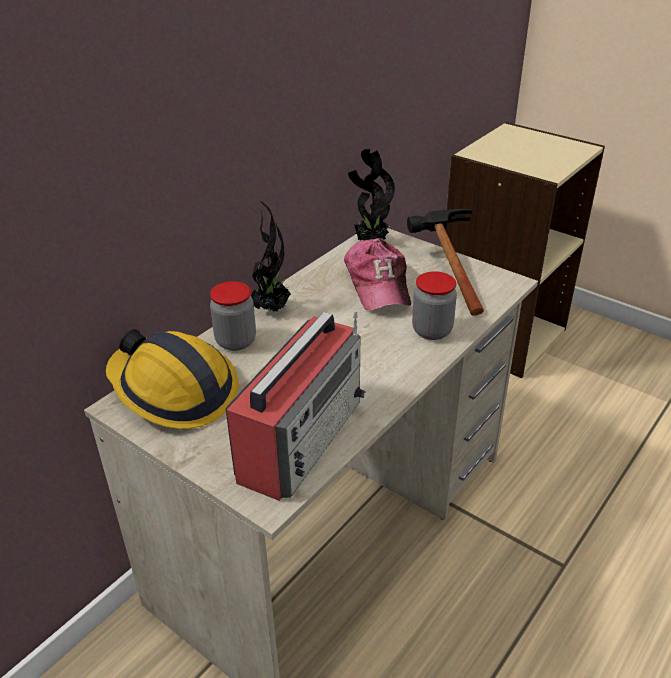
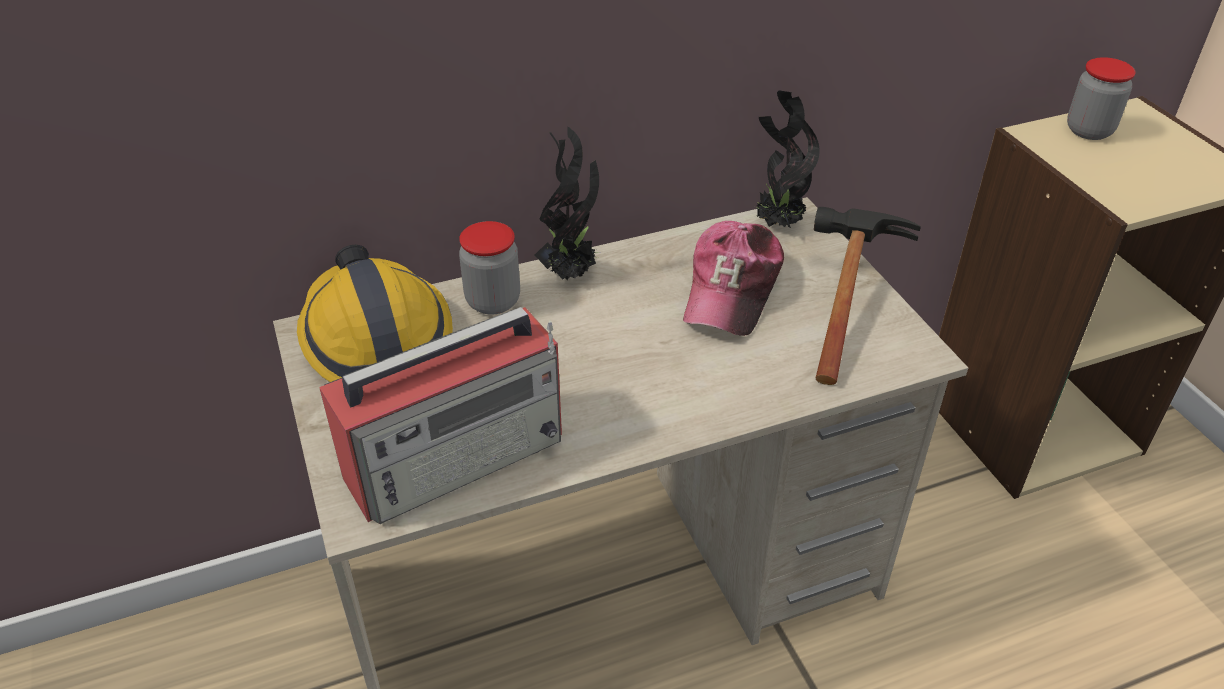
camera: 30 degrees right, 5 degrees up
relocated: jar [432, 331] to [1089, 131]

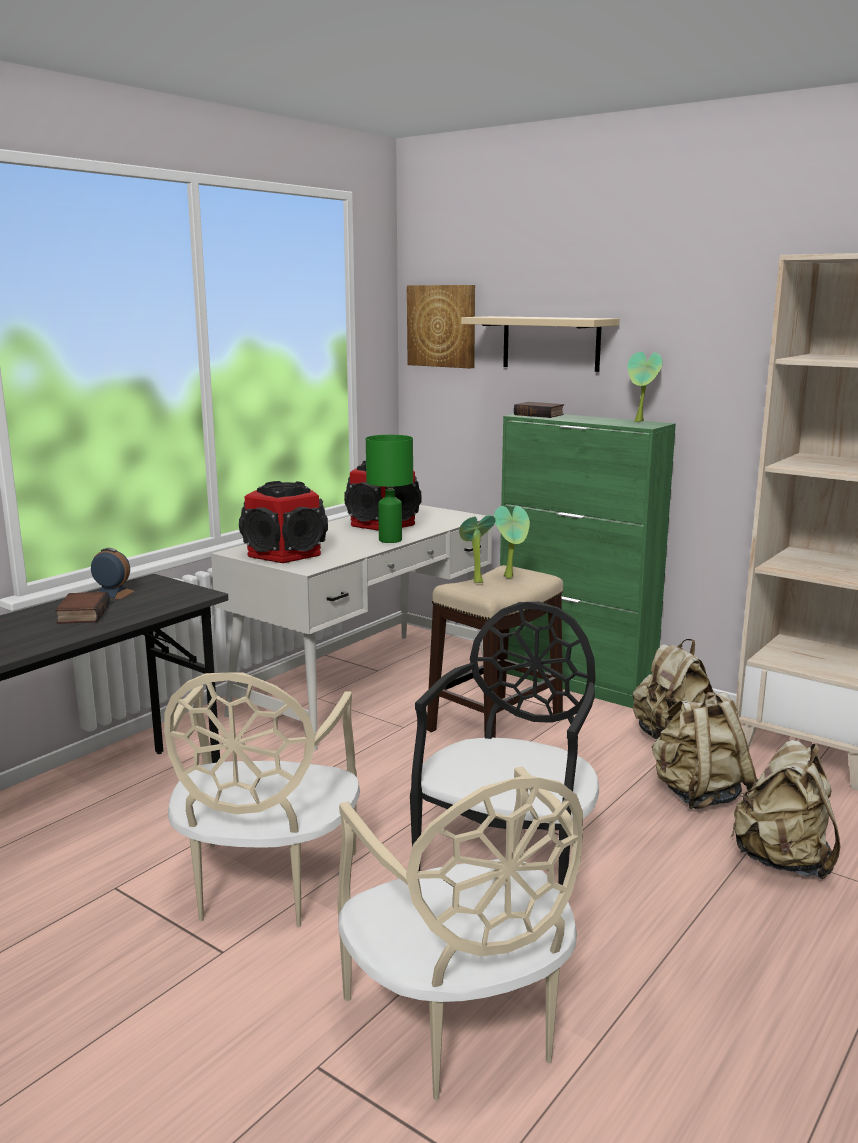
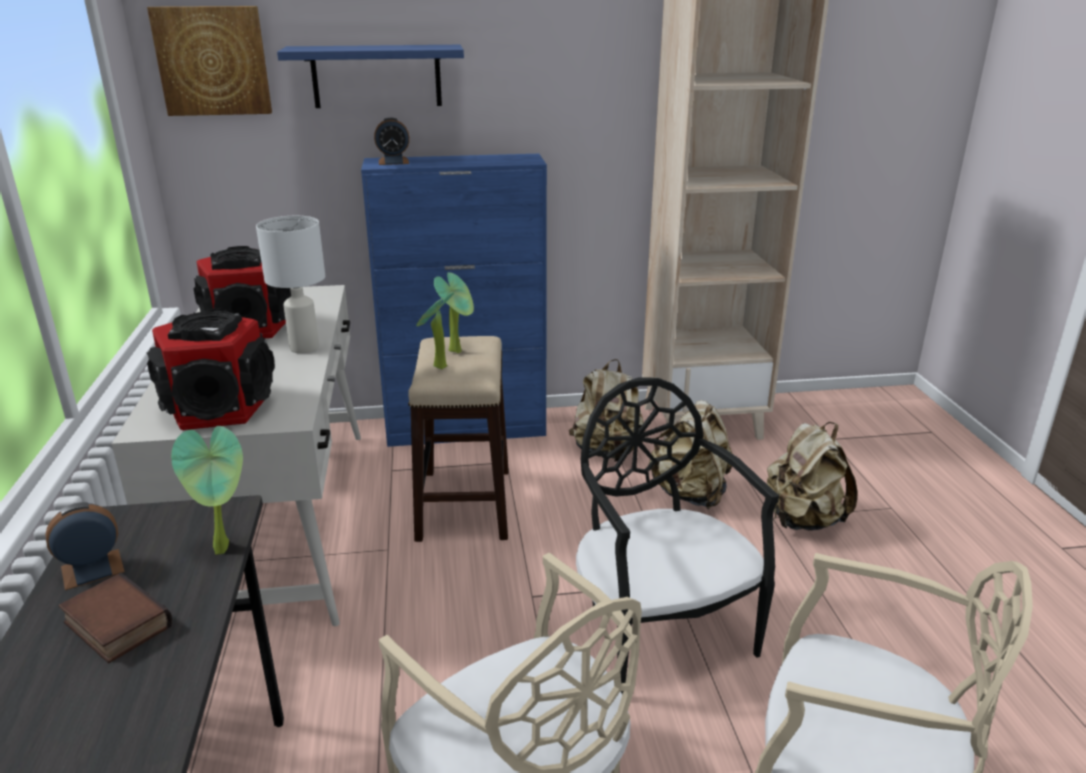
camera: 45 degrees left, 10 degrees up
relocated: potted plant [640, 421] to [225, 549]
exchanged: book [540, 414] to alarm clock [393, 162]
colour: shelf (beige) [551, 343] to shelf (blue) [376, 76]; cabinet (green) [575, 682] to cabinet (blue) [467, 429]; table lamp (green) [390, 540] to table lamp (white) [304, 347]

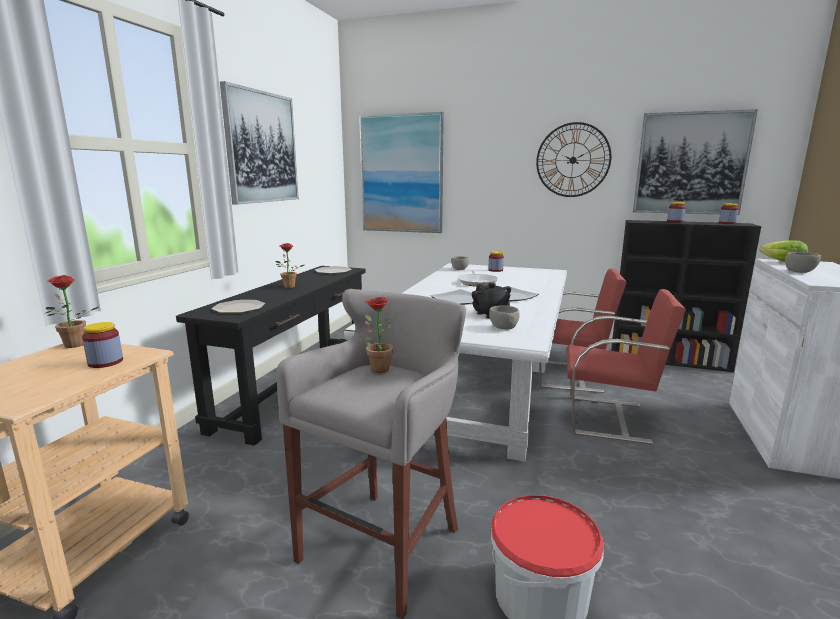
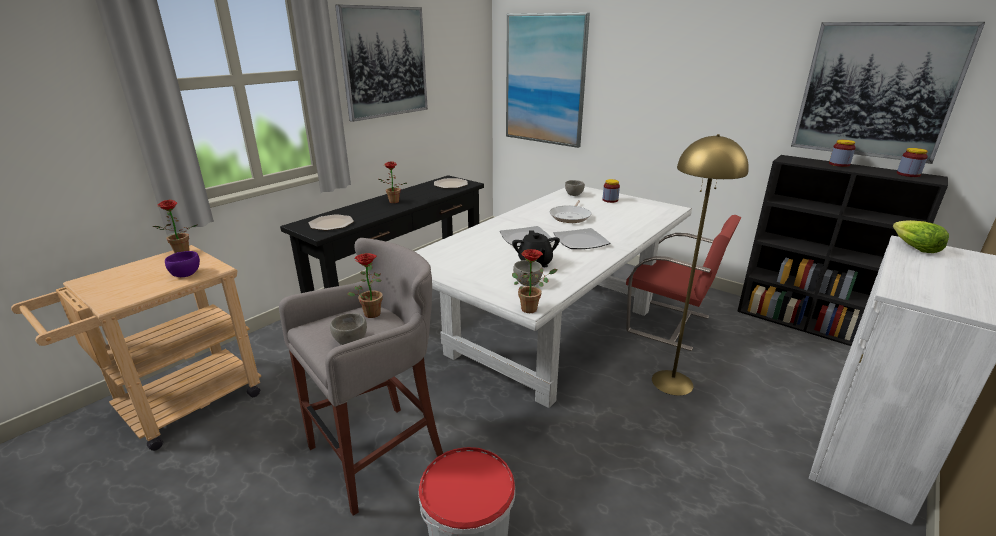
camera: 20 degrees right, 10 degrees up
missing: wall clock [573, 160]
appeared: potted plant [532, 308]
relocated: bowl (grey) [799, 271] to [351, 340]
exchanged: chair (red) [609, 419] to floor lamp (yellow) [672, 382]; jar [105, 362] to bowl (purple) [185, 274]

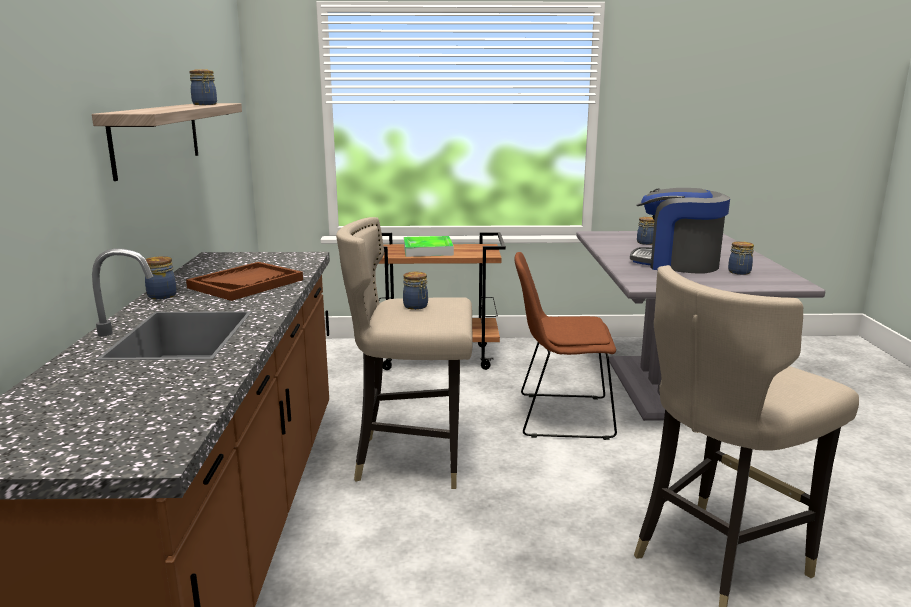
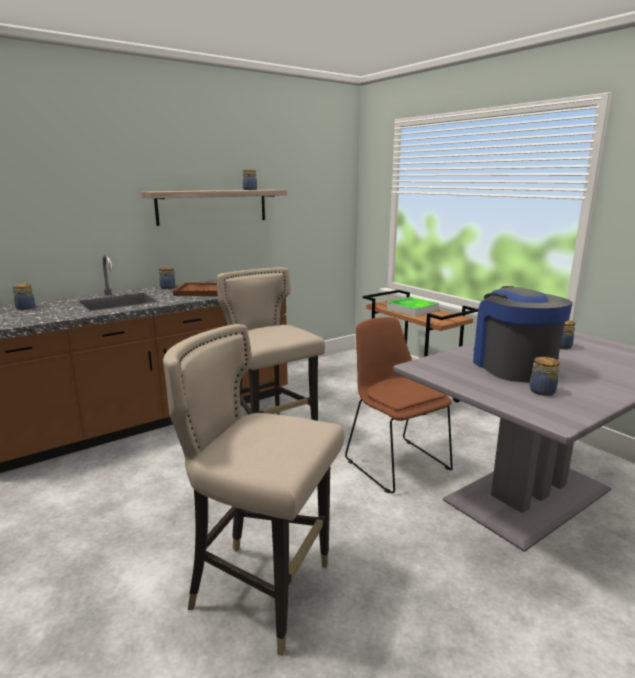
camera: 55 degrees right, 0 degrees up
relocated: jar [416, 306] to [25, 308]

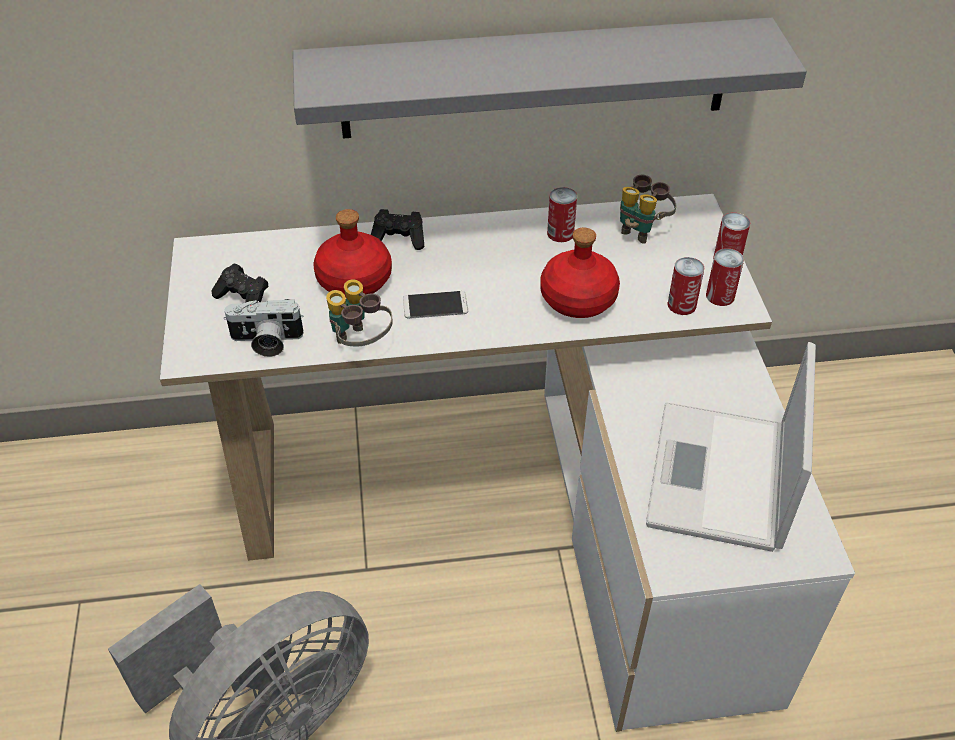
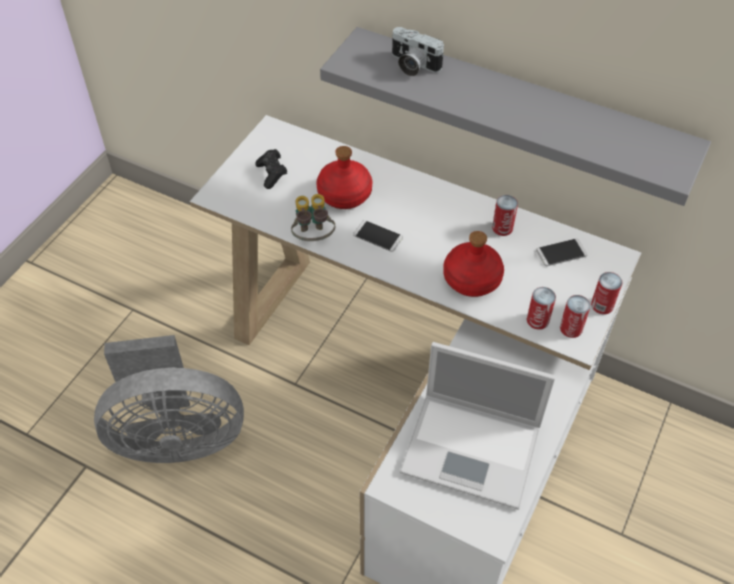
camera: 35 degrees right, 5 degrees up
missing: game controller (black) [399, 239]
relocated: photo camera [266, 342] to [412, 65]
exchanged: binoculars [641, 229] to phone [561, 253]
spun: laptop [720, 479] = [474, 449] 120 degrees counterclockwise

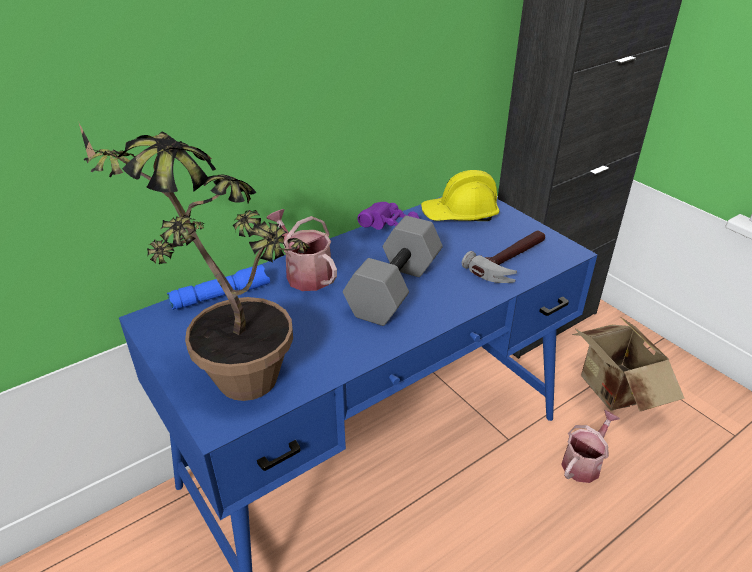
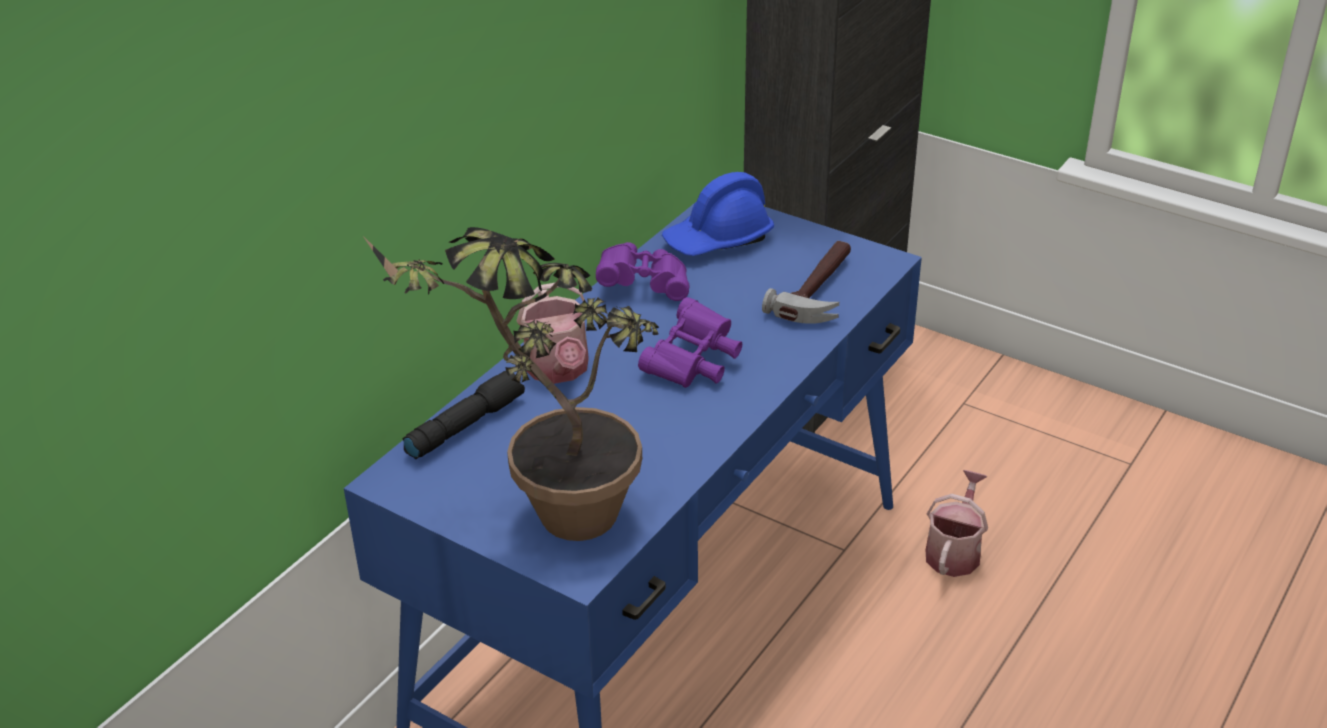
camera: 20 degrees left, 0 degrees up
missing: cardboard box [612, 391]
exchanged: dumbbell (grey) [395, 290] to binoculars (purple) [693, 363]
colour: hard hat (yellow) [460, 214] to hard hat (blue) [718, 239]; flashlight (blue) [221, 295] to flashlight (black) [465, 425]
spun: watering can [305, 273] = [559, 370] 135 degrees counterclockwise

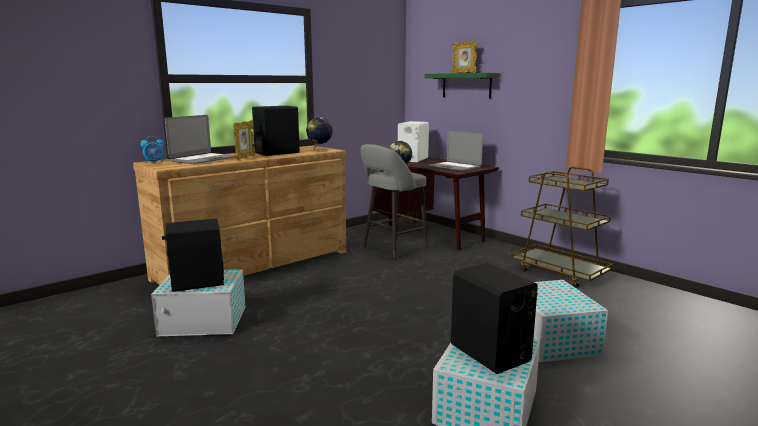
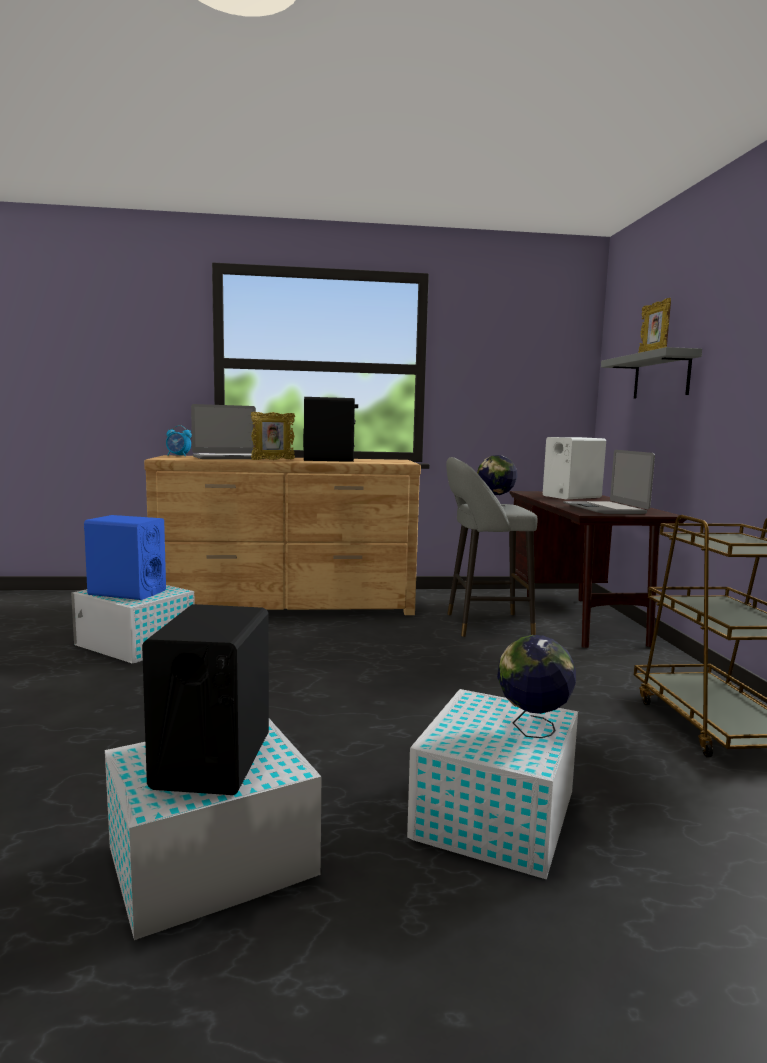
camera: 35 degrees right, 5 degrees down
relocated: globe [320, 151] to [532, 729]
colour: shelf (green) [466, 85] to shelf (grey) [661, 376]; speaker (black) [197, 282] to speaker (blue) [127, 592]

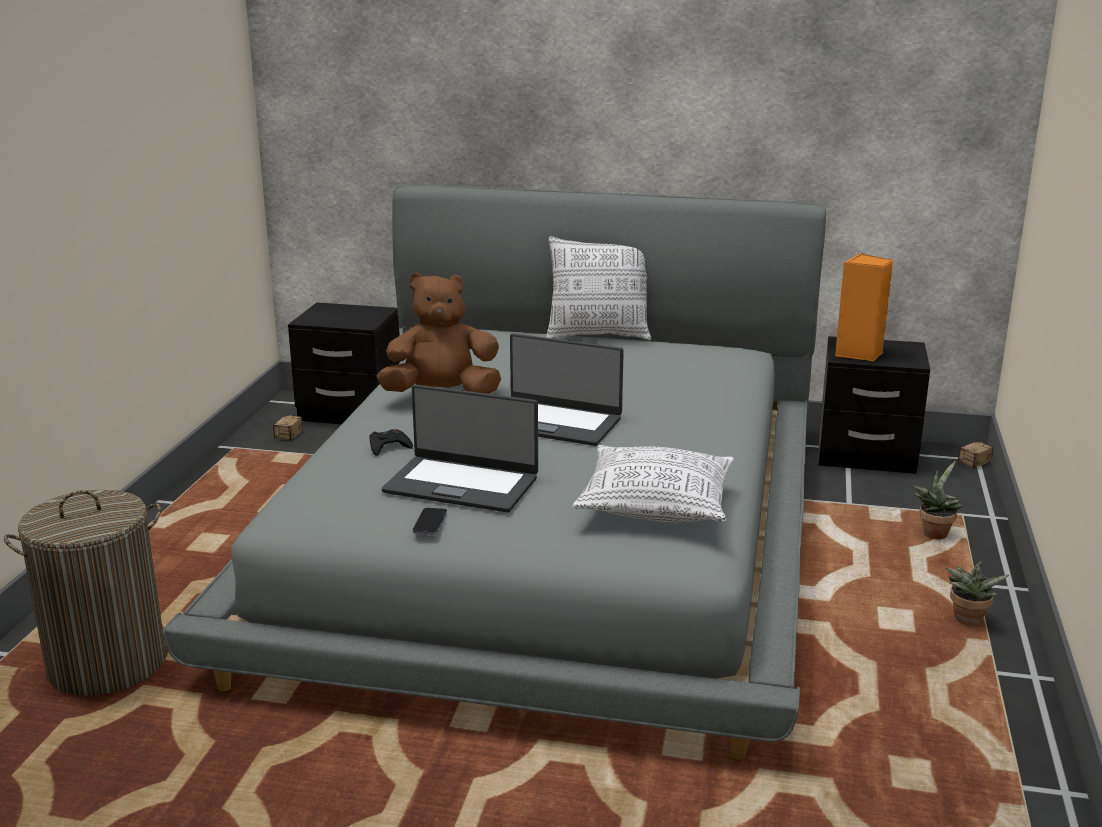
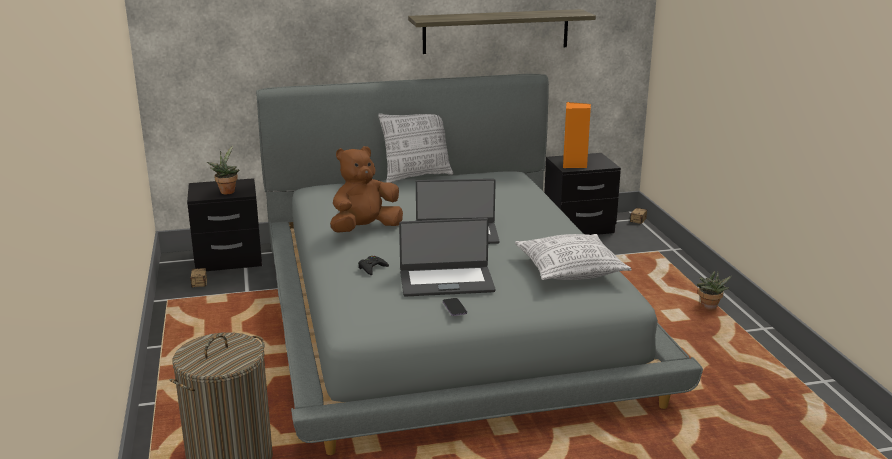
camera: 25 degrees left, 0 degrees up
appeared: shelf [496, 31]
relocated: potted plant [934, 534] to [227, 191]

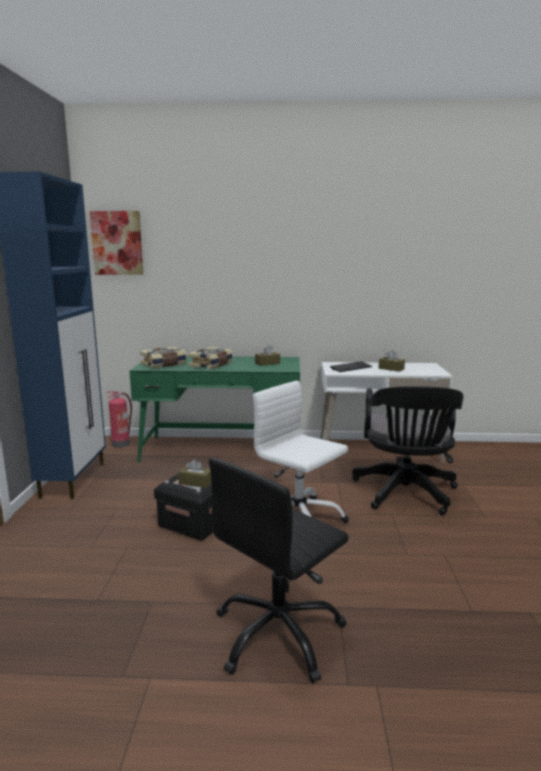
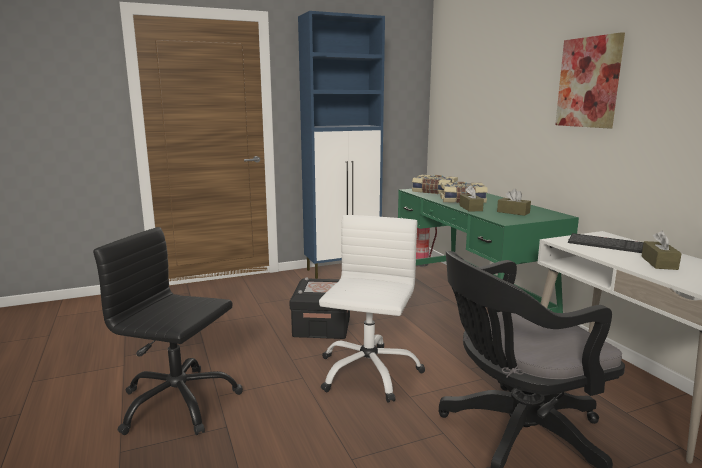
camera: 65 degrees right, 0 degrees up
relocated: picture [117, 243] to [589, 82]; tissue box (brown) [195, 482] to [470, 208]

